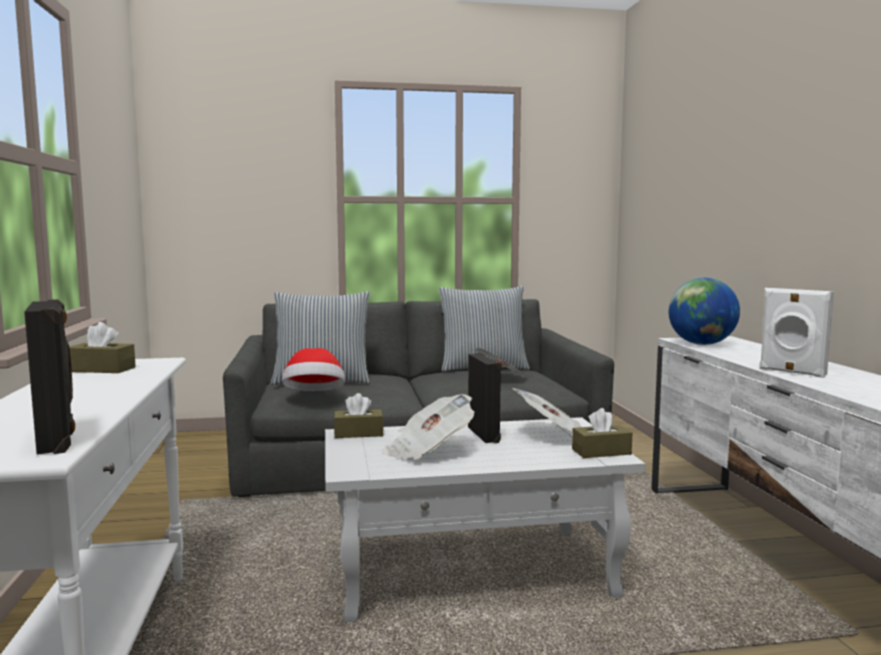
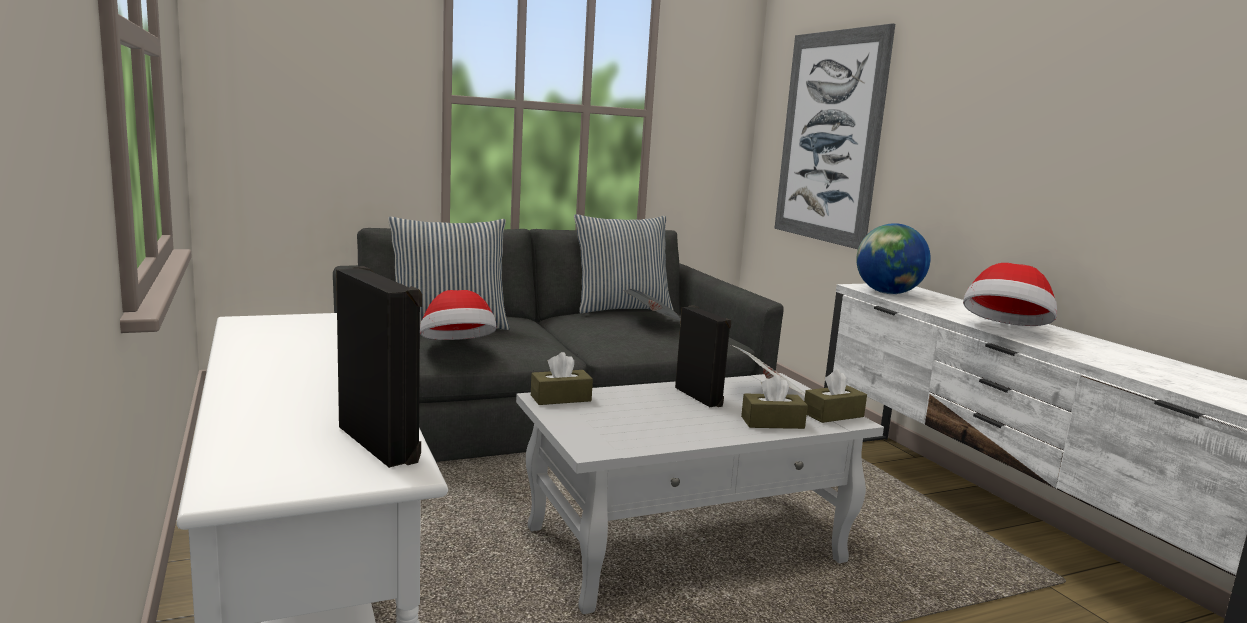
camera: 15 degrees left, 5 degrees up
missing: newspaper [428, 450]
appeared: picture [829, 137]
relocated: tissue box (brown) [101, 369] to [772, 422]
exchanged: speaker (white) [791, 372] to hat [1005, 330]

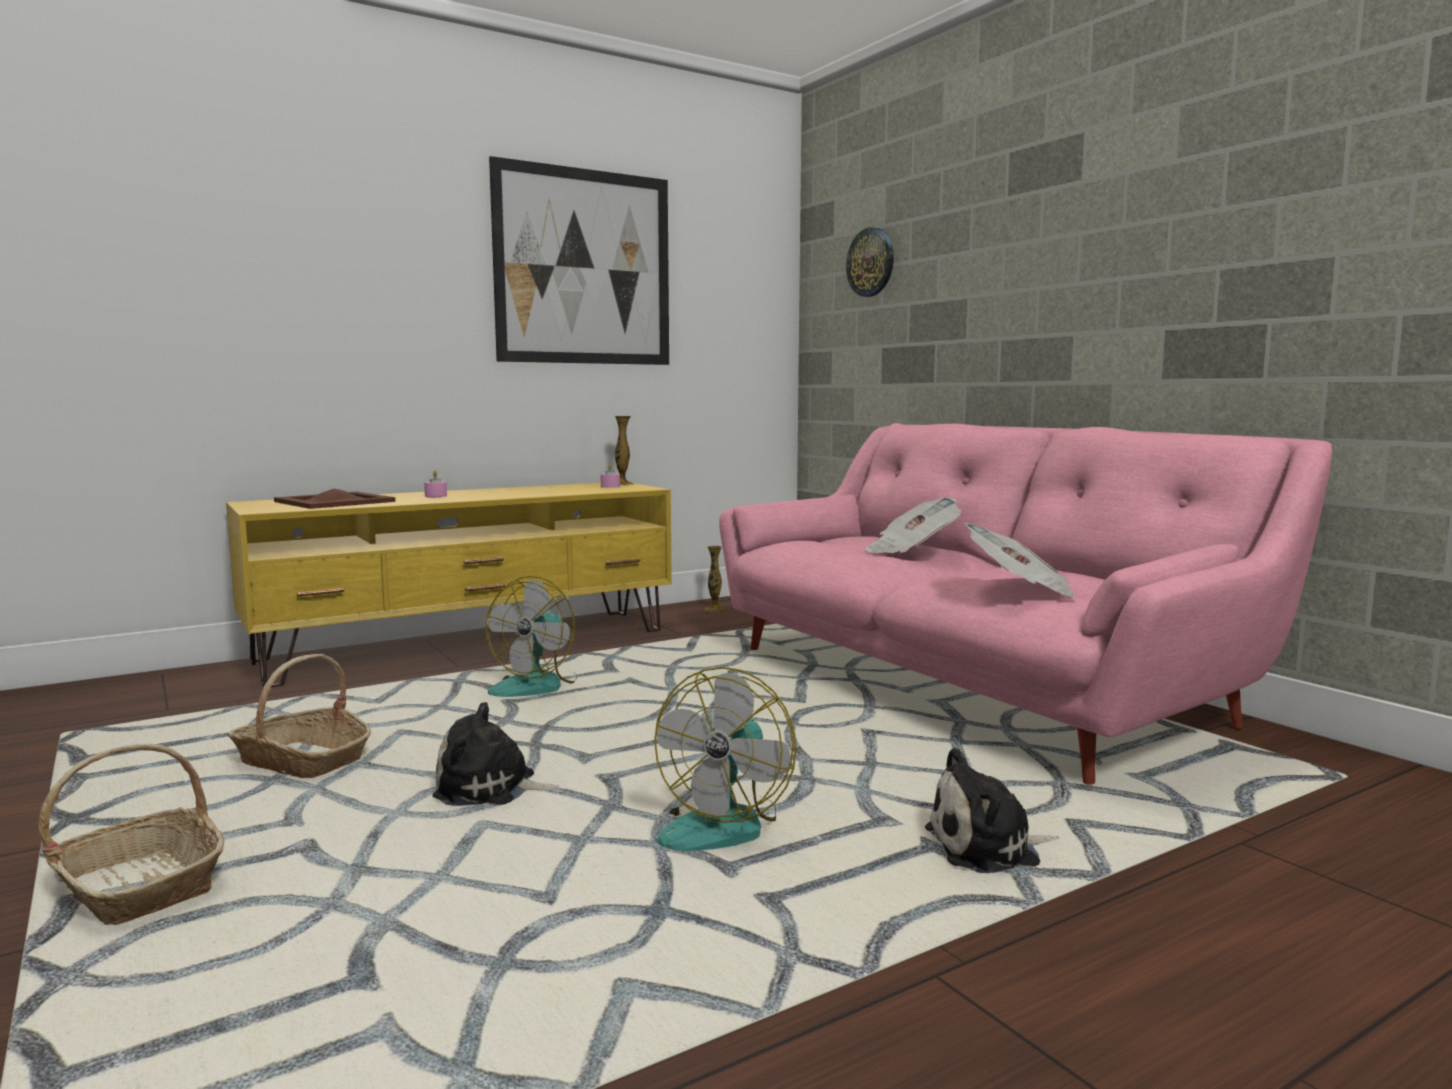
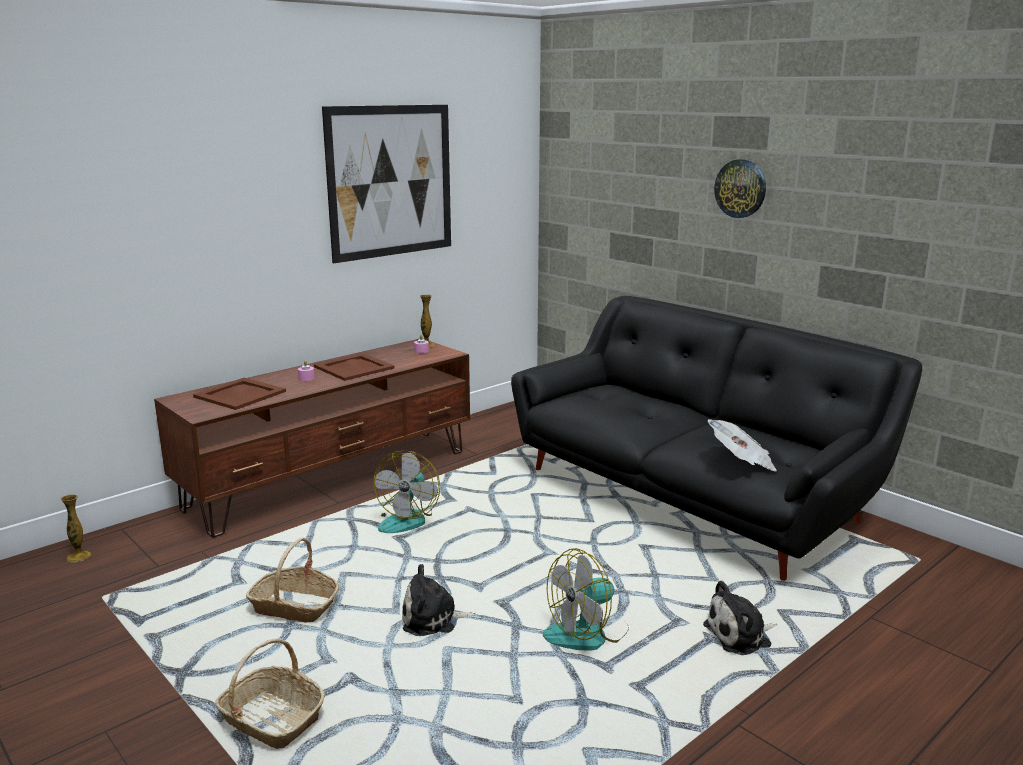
camera: 10 degrees left, 10 degrees up
missing: newspaper [911, 551]
appeared: tray (brown) [353, 367]
relocated: wall clock [871, 262] to [740, 188]; vase [714, 609] to [79, 556]
colour: sofa (pink) [968, 687] to sofa (black) [690, 497]; tv stand (yellow) [470, 645] to tv stand (brown) [332, 478]
spun: fan [722, 825] = [587, 634] 45 degrees clockwise

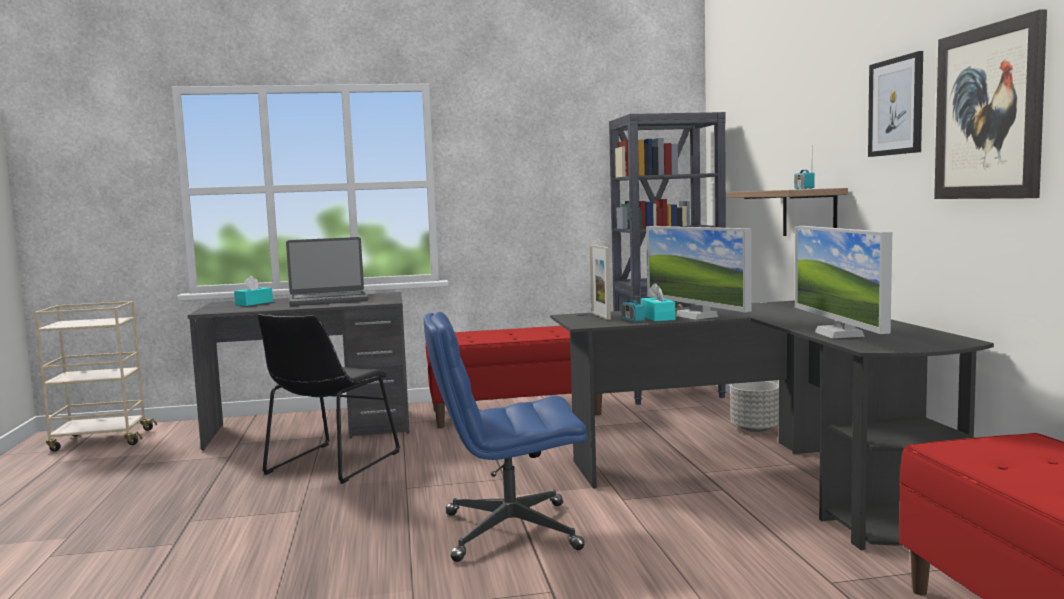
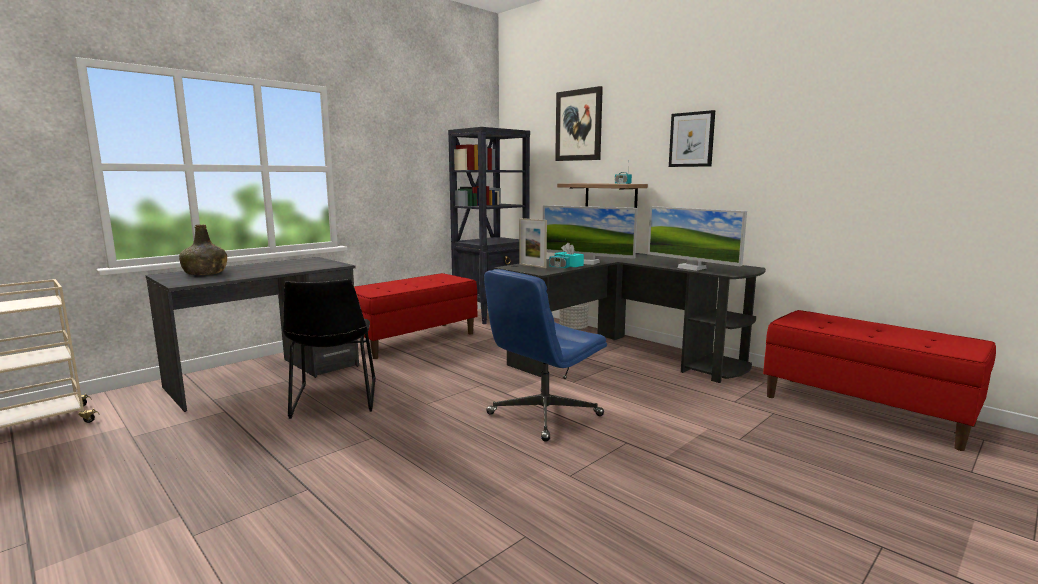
camera: 35 degrees left, 5 degrees up
missing: laptop [328, 300]
relocated: picture [988, 113] to [578, 125]
exchanged: tissue box (turquoise) [254, 303] to bottle (green) [205, 273]

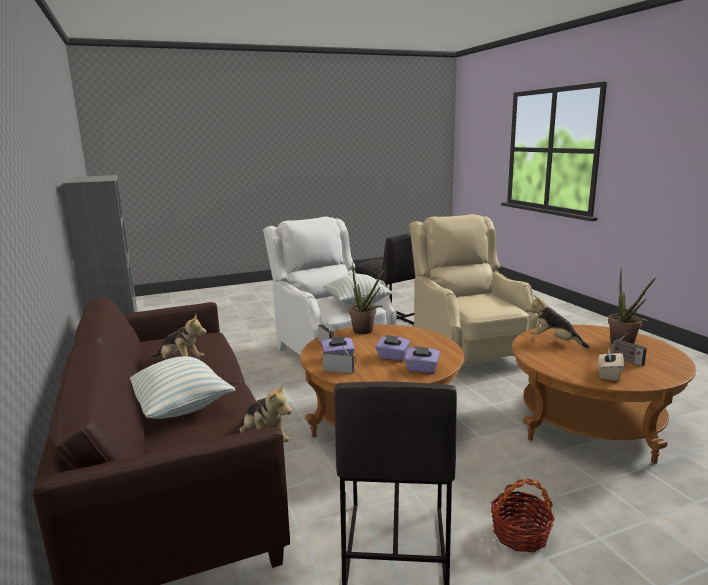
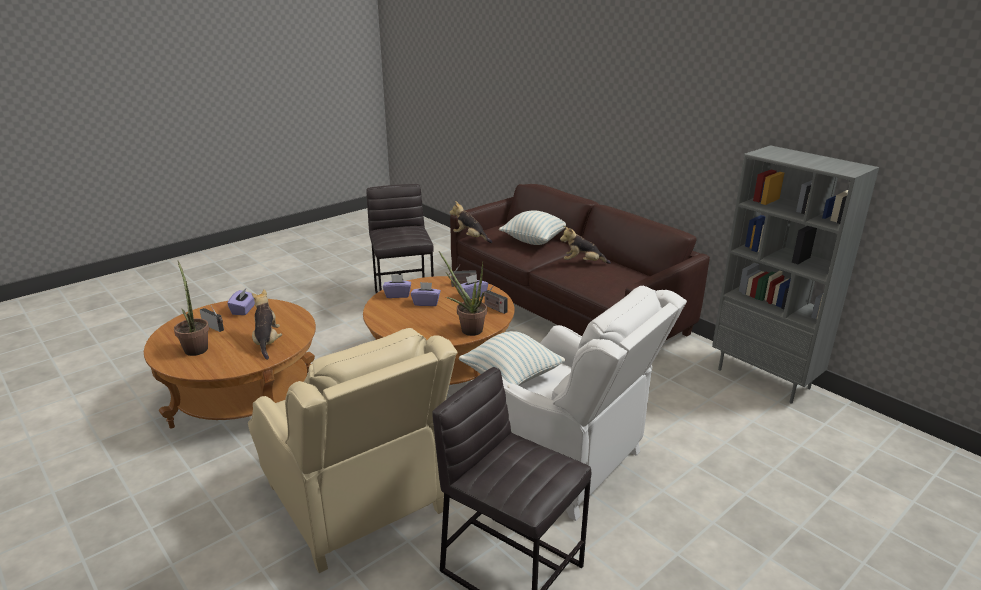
camera: 160 degrees right, 10 degrees up
missing: basket [520, 534]
colour: tissue box (beige) [608, 374] to tissue box (purple) [244, 310]
spun: plush toy [554, 341] = [267, 342] 120 degrees counterclockwise

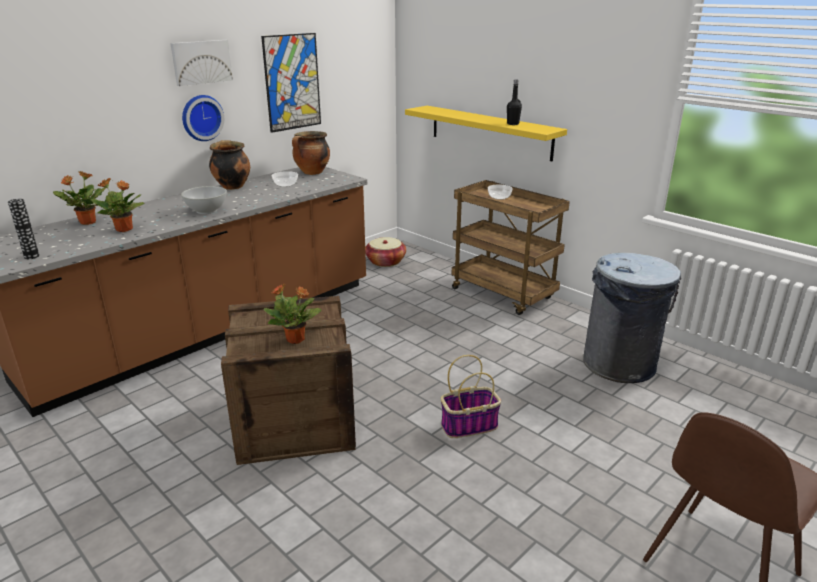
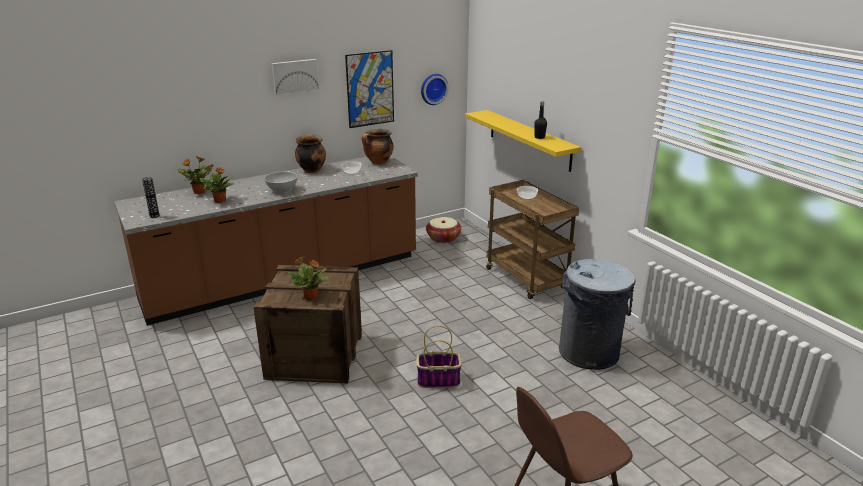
camera: 15 degrees right, 0 degrees up
relocated: wall clock [201, 117] to [433, 88]

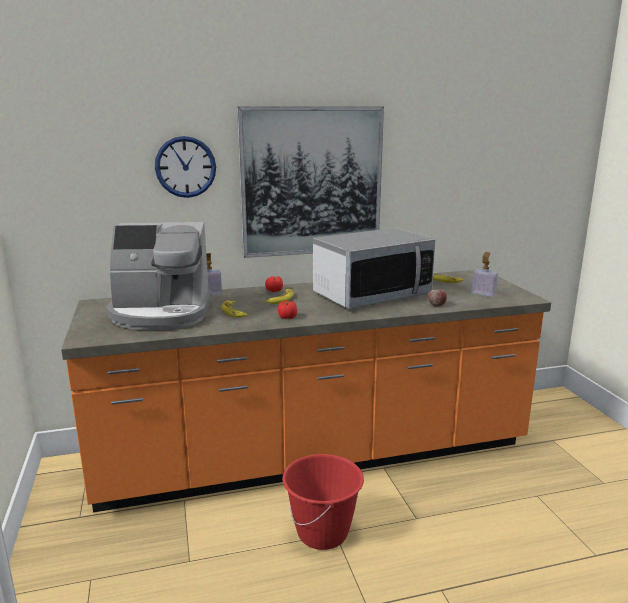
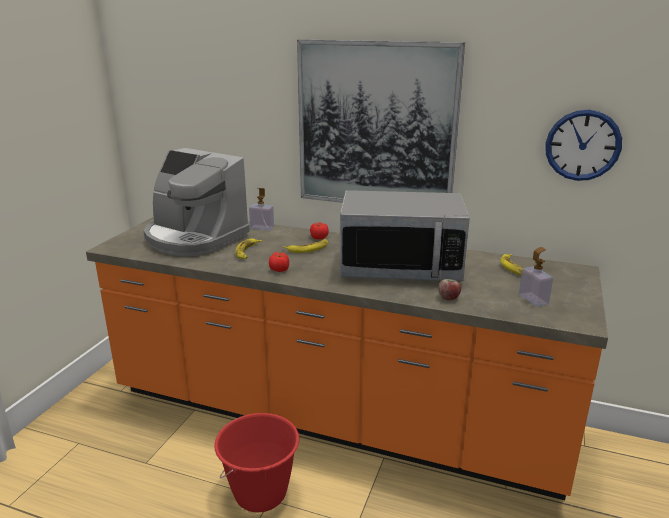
camera: 35 degrees right, 5 degrees up
relocated: wall clock [185, 167] to [582, 145]

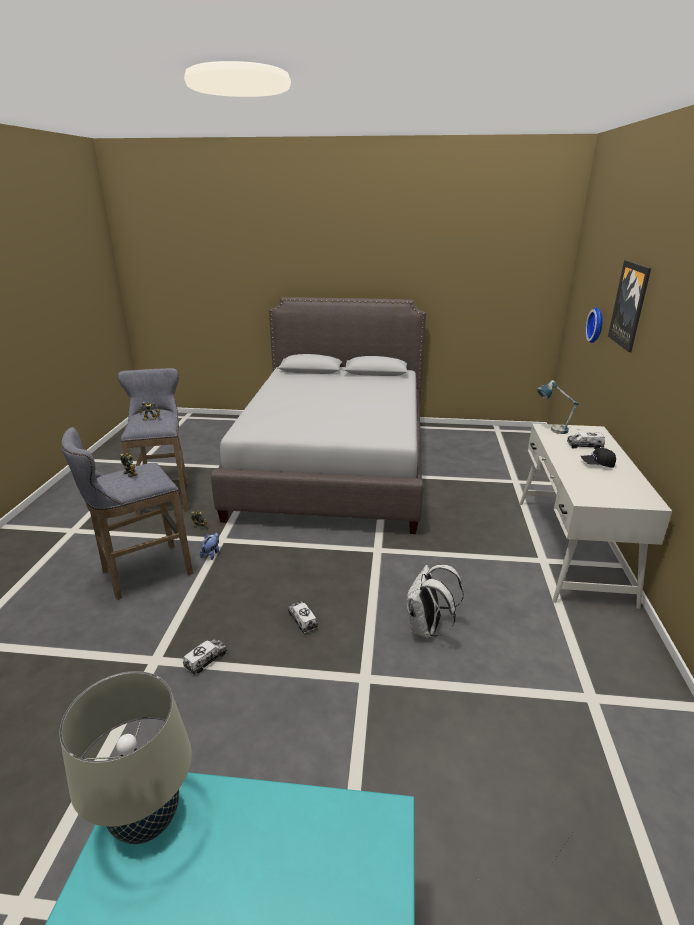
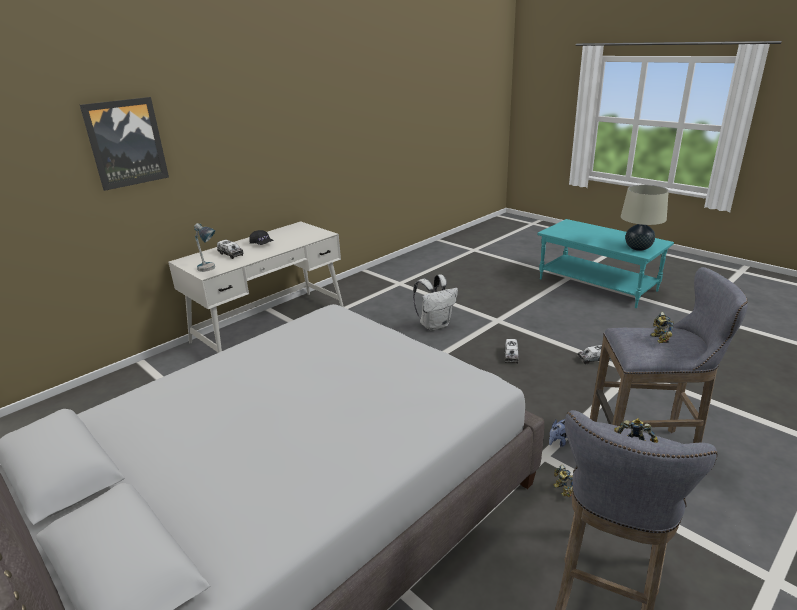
camera: 140 degrees left, 0 degrees up
missing: wall clock [597, 325]

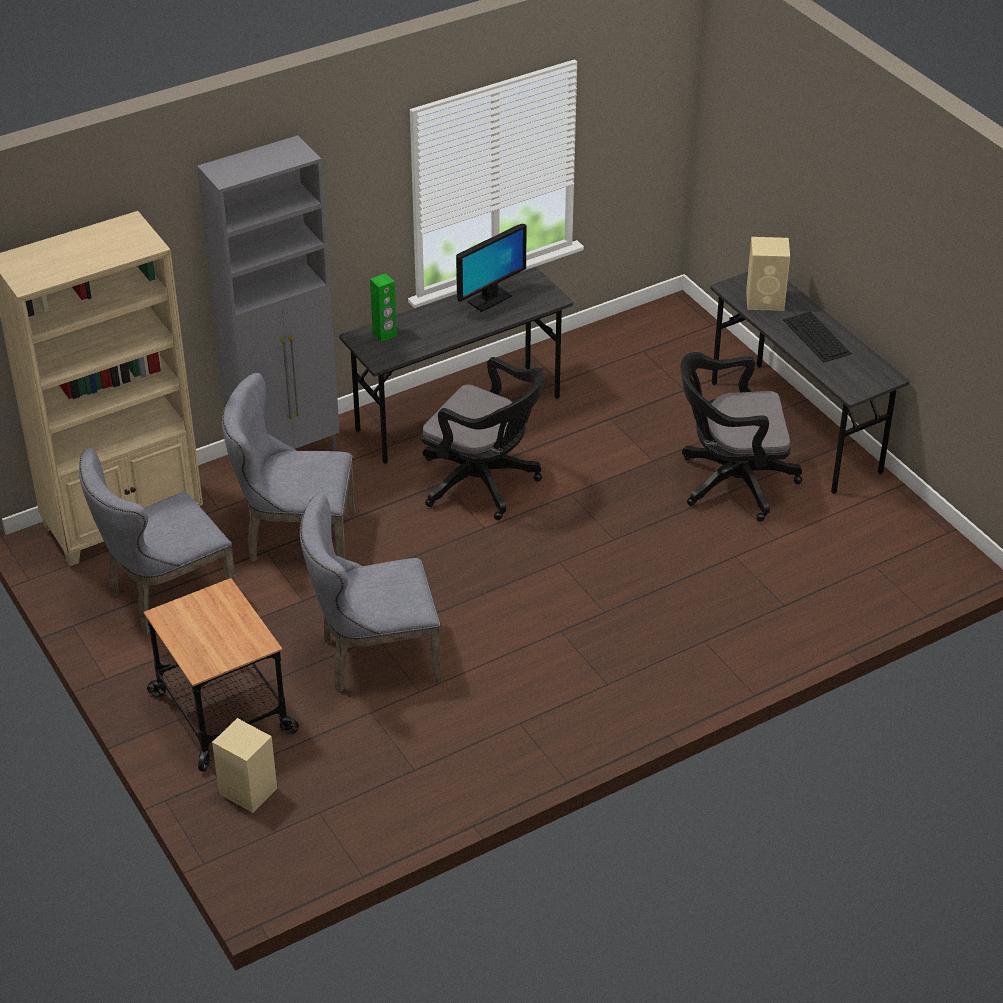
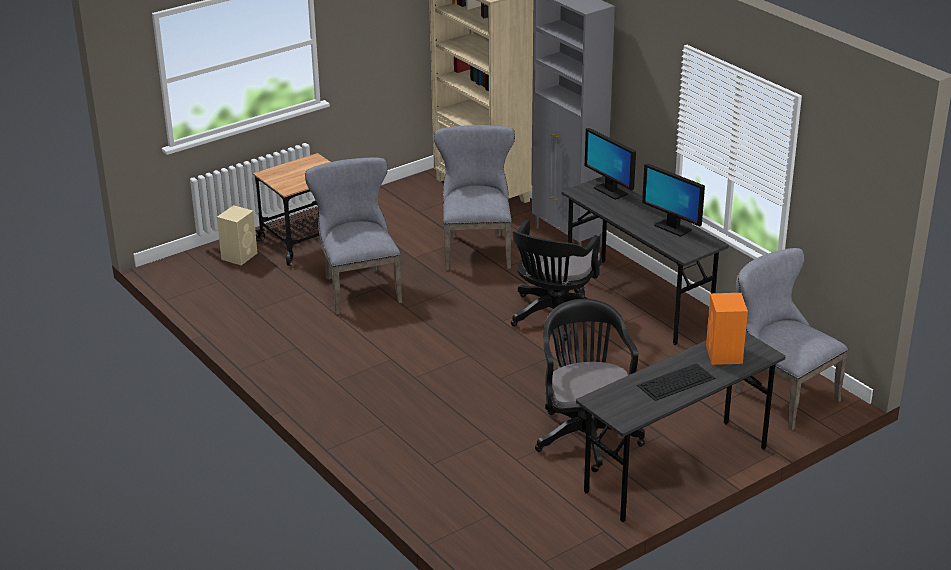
camera: 85 degrees right, 10 degrees down
relocated: chair (grey) [164, 597] to [779, 394]
exchanged: speaker (green) [385, 334] to monitor [610, 191]
colour: speaker (beige) [766, 300] to speaker (orange) [724, 355]

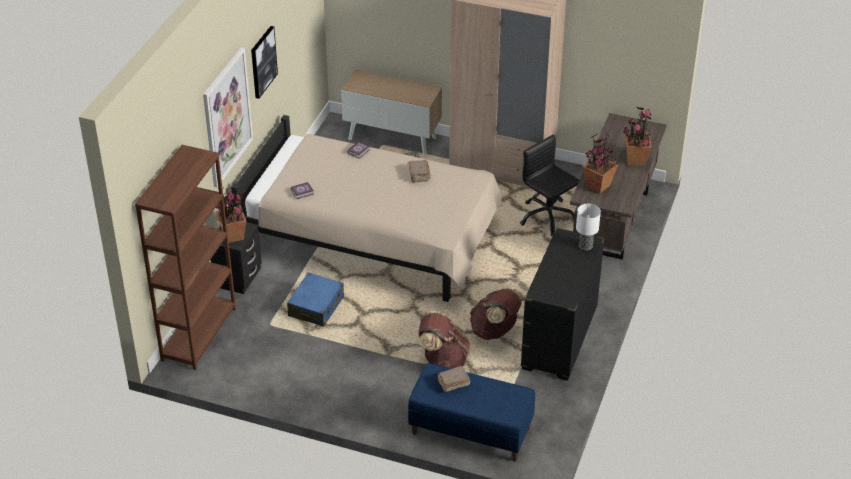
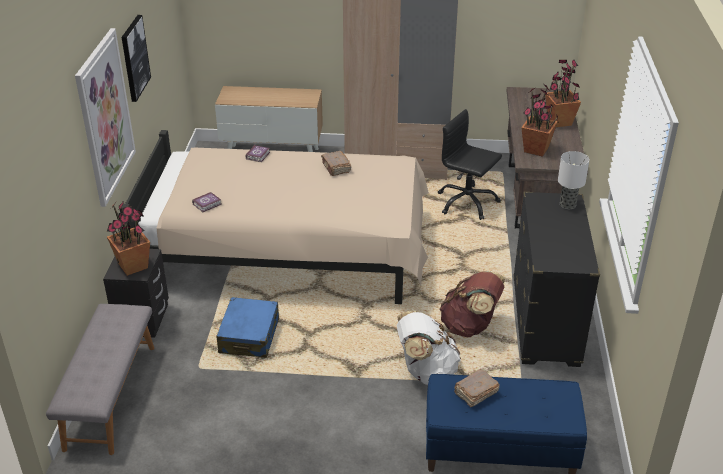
camera: 15 degrees left, 5 degrees down
exchanged: bookcase (brown) [199, 334] to bench (grey) [110, 396]
colour: backpack (brown) [443, 360] to backpack (white) [425, 371]

